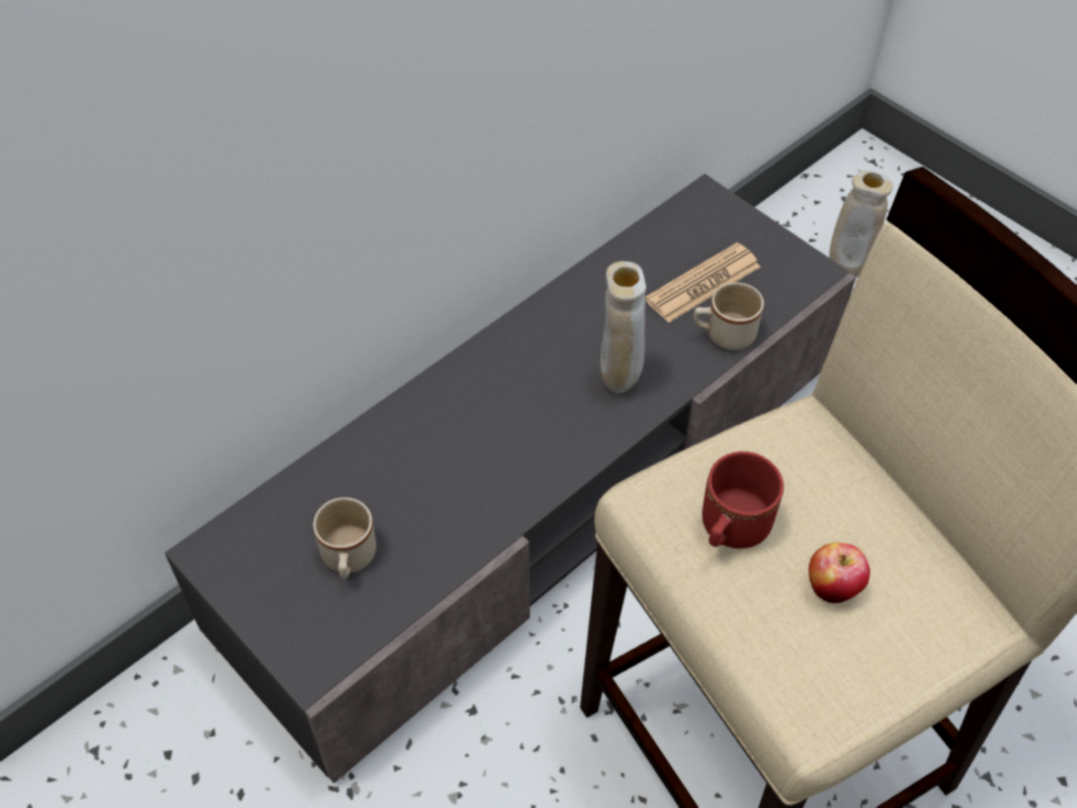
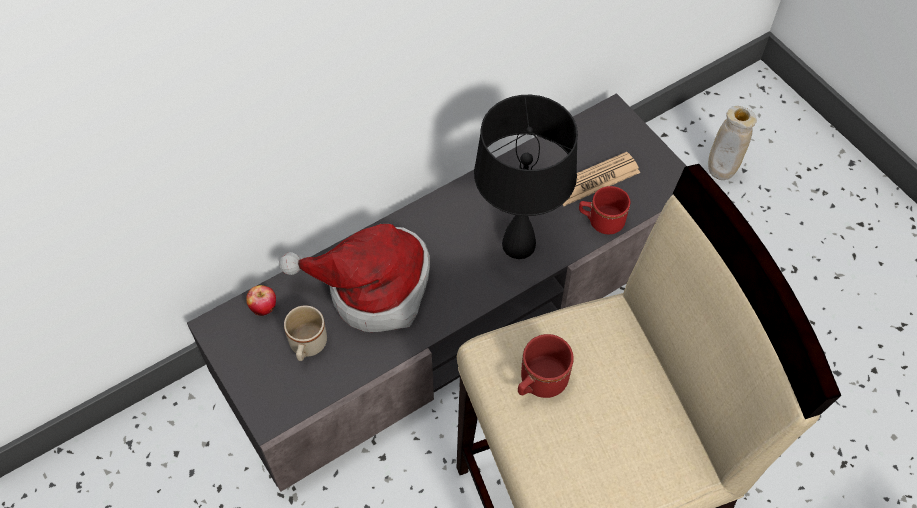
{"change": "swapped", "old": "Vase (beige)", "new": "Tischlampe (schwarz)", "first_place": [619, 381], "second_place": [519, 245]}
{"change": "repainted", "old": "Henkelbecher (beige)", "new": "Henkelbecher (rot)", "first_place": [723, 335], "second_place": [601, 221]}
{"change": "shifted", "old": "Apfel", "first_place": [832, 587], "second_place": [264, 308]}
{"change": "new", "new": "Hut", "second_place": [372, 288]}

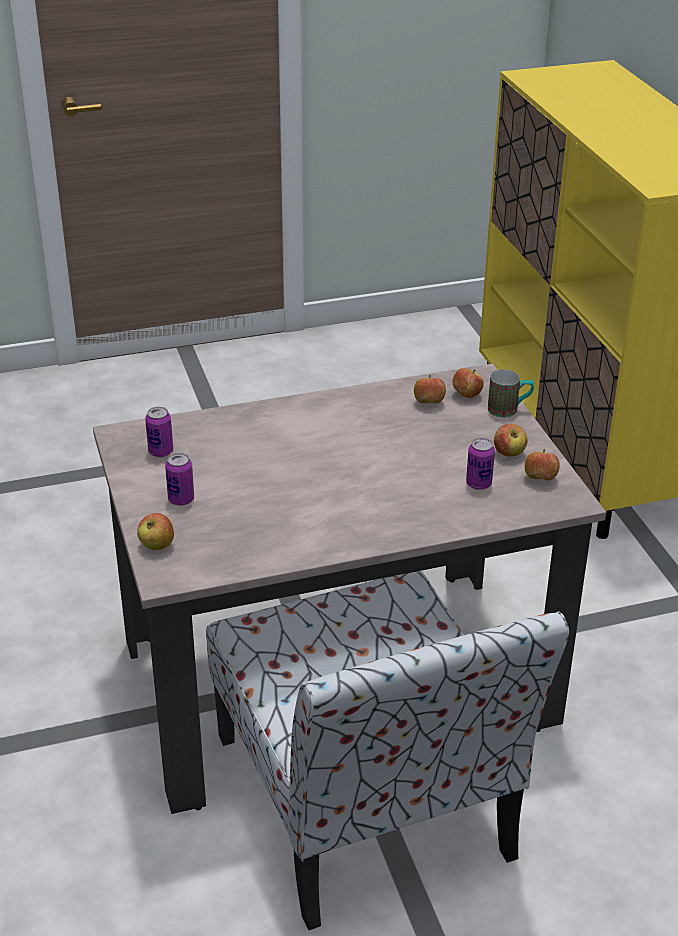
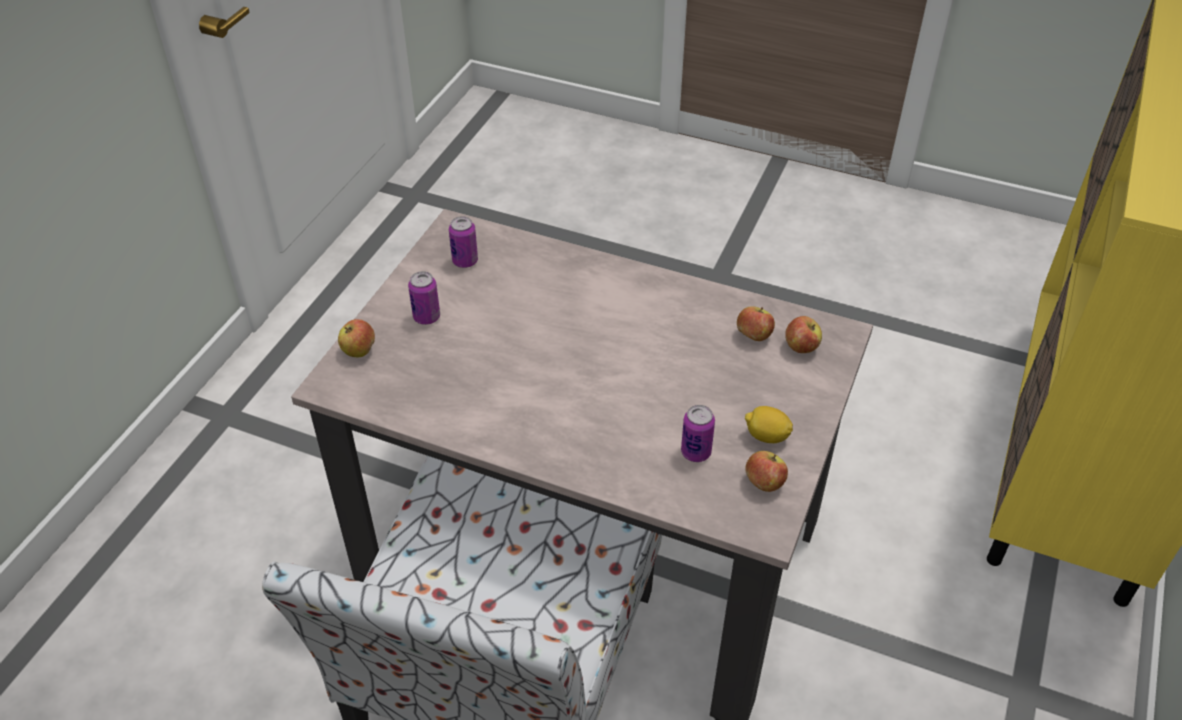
{"change": "gone", "old": "Henkelbecher", "first_place": [509, 410]}
{"change": "swapped", "old": "Apfel", "new": "Zitrone", "first_place": [509, 453], "second_place": [766, 436]}

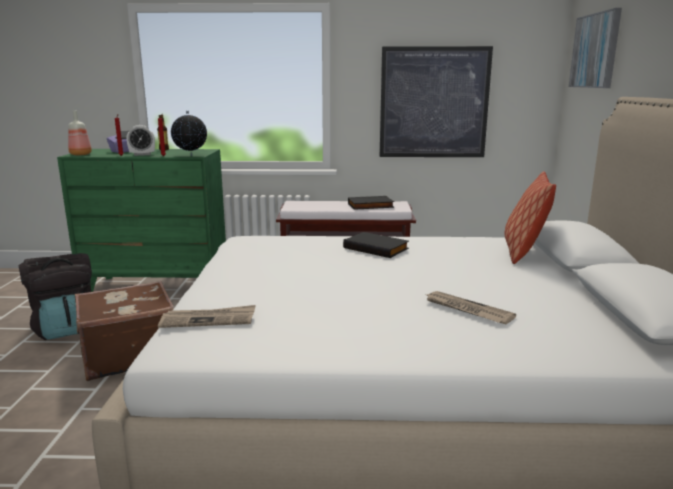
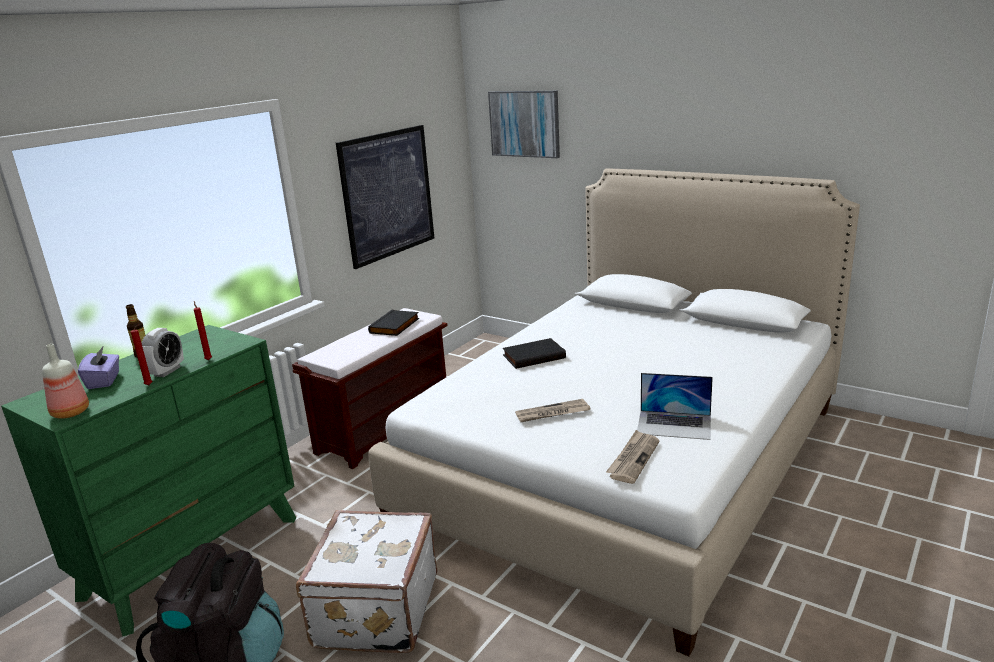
{"change": "gone", "old": "Globus", "first_place": [190, 155]}
{"change": "gone", "old": "Kissen", "first_place": [523, 253]}
{"change": "repainted", "old": "Koffer (braun)", "new": "Koffer (weiß)", "first_place": [128, 355], "second_place": [374, 611]}
{"change": "shifted", "old": "Zeitung", "first_place": [467, 310], "second_place": [552, 413]}
{"change": "new", "new": "Laptop", "second_place": [674, 424]}

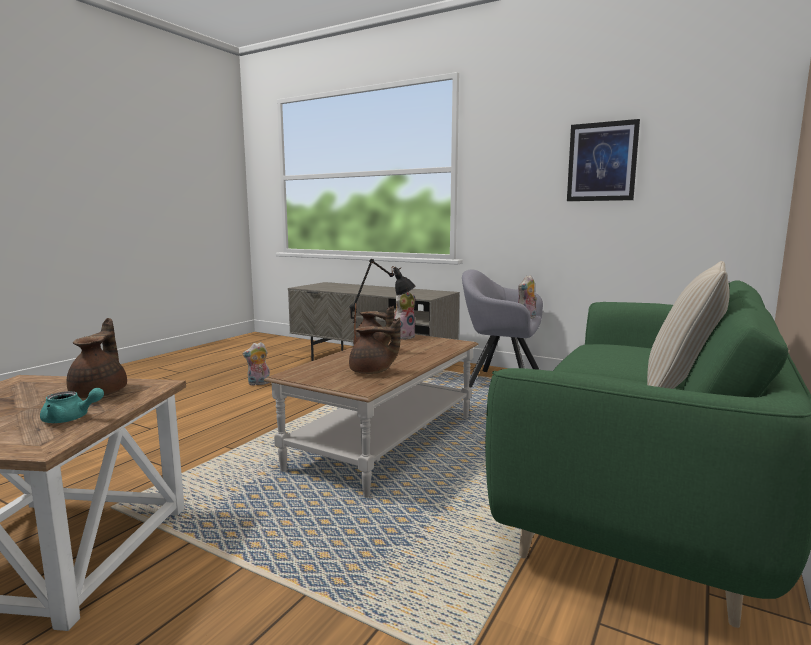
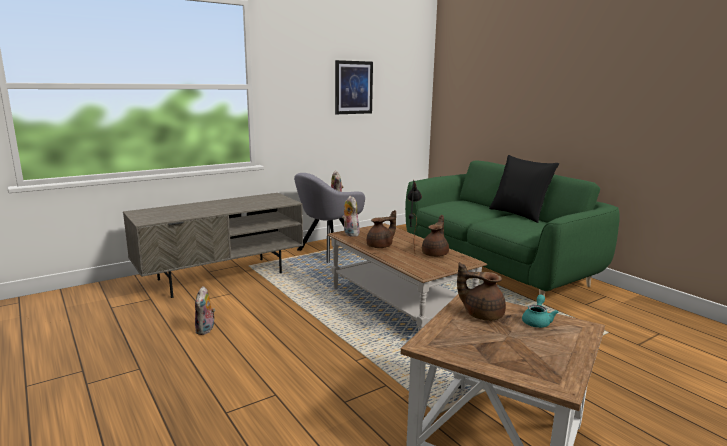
{"change": "repainted", "old": "Kissen (beige)", "new": "Kissen (schwarz)", "first_place": [681, 389], "second_place": [519, 214]}

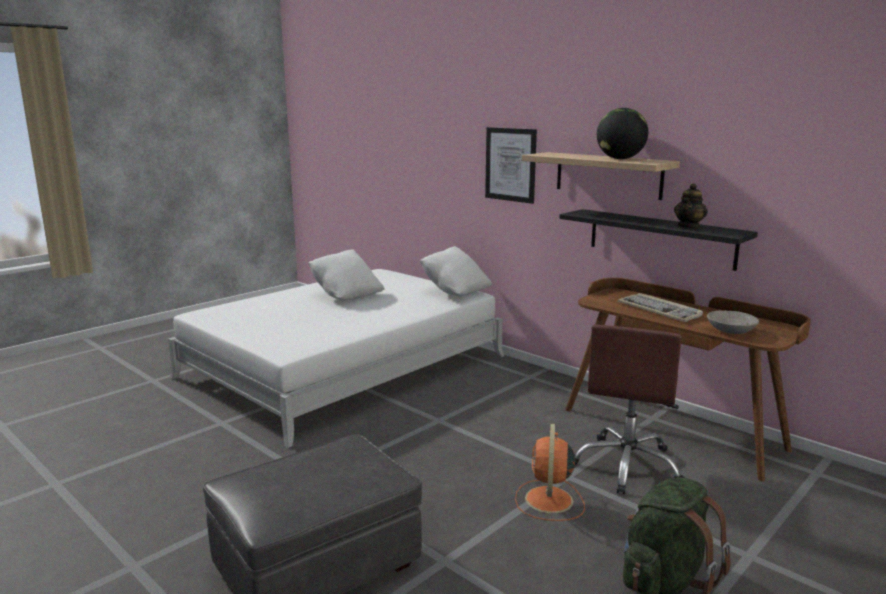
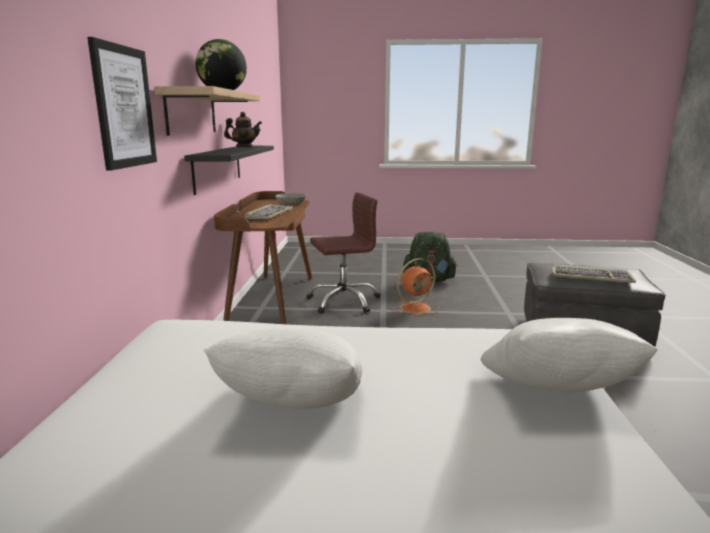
{"change": "shifted", "old": "Kissen (weiß)", "first_place": [455, 292], "second_place": [555, 396]}
{"change": "new", "new": "Tastatur", "second_place": [591, 277]}

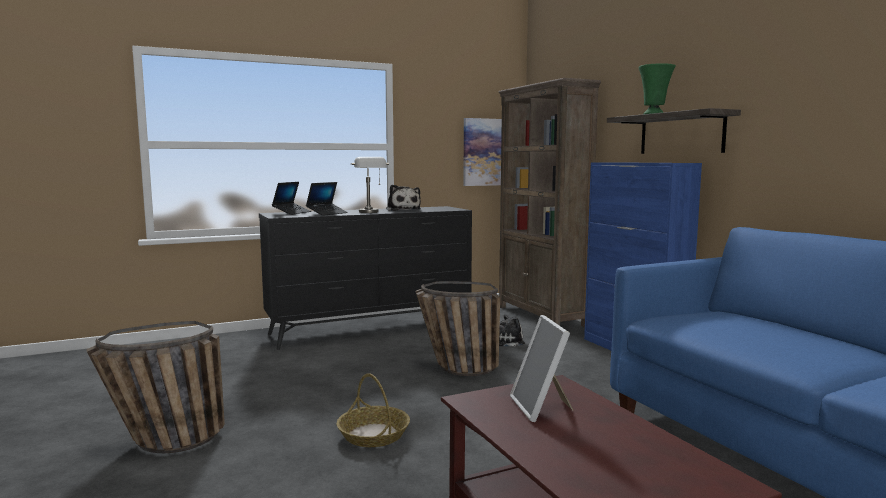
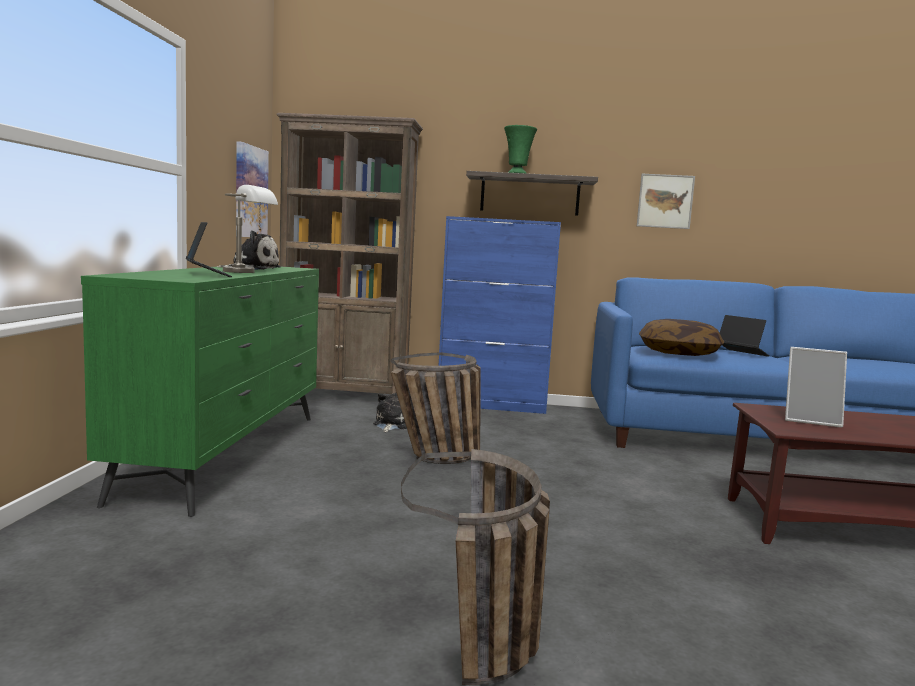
{"change": "shifted", "old": "Laptop", "first_place": [292, 212], "second_place": [742, 354]}
{"change": "repainted", "old": "Kommode (schwarz)", "new": "Kommode (grün)", "first_place": [371, 330], "second_place": [228, 454]}
{"change": "gone", "old": "Korb", "first_place": [373, 434]}
{"change": "new", "new": "Bild", "second_place": [665, 201]}
{"change": "new", "new": "Kissen", "second_place": [678, 352]}

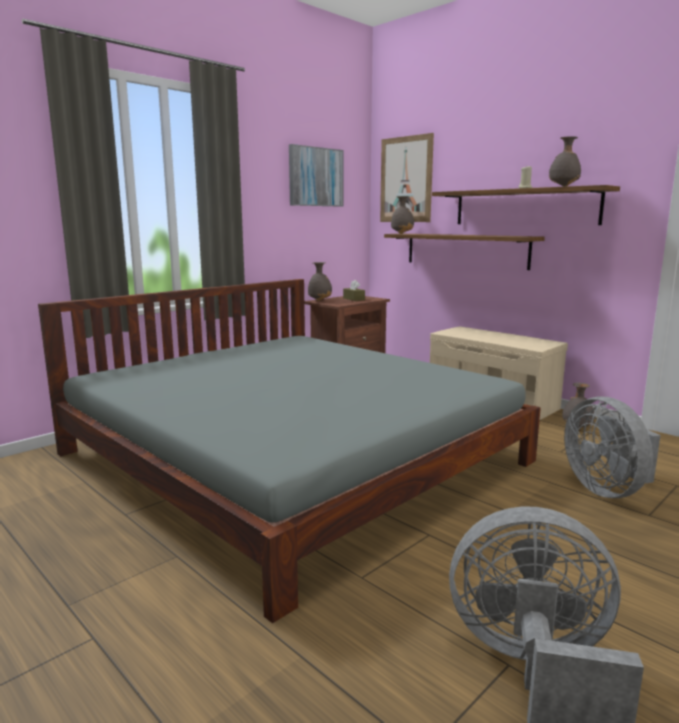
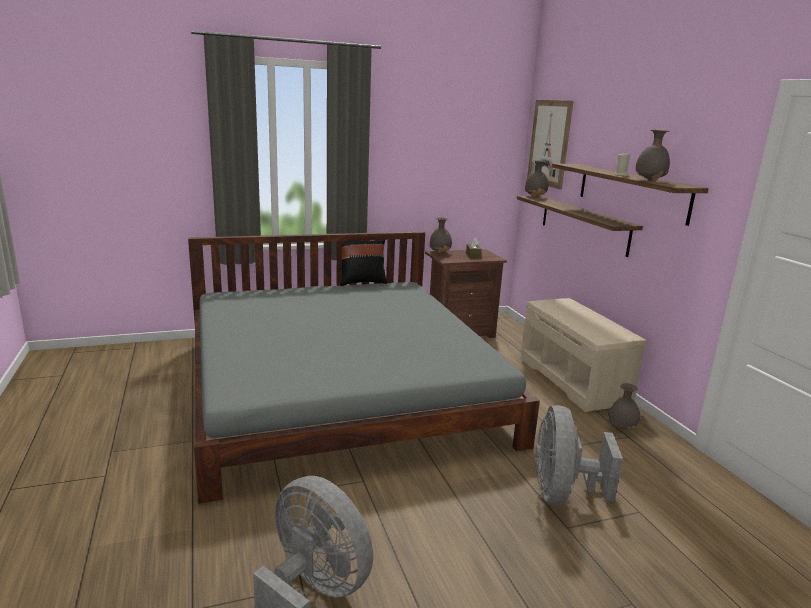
{"change": "gone", "old": "Bild", "first_place": [315, 177]}
{"change": "new", "new": "Kissen (schwarz)", "second_place": [361, 282]}

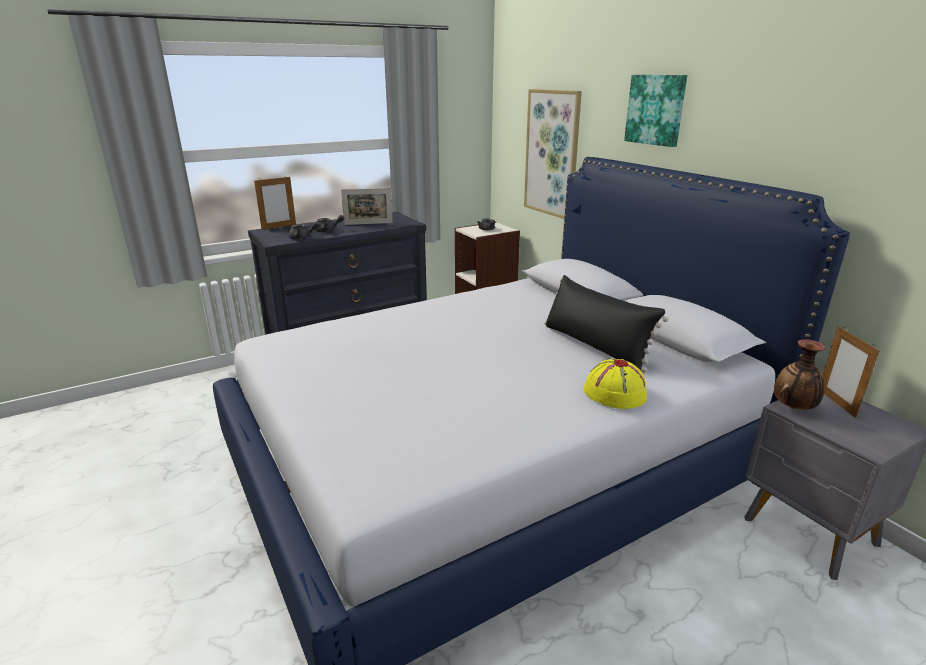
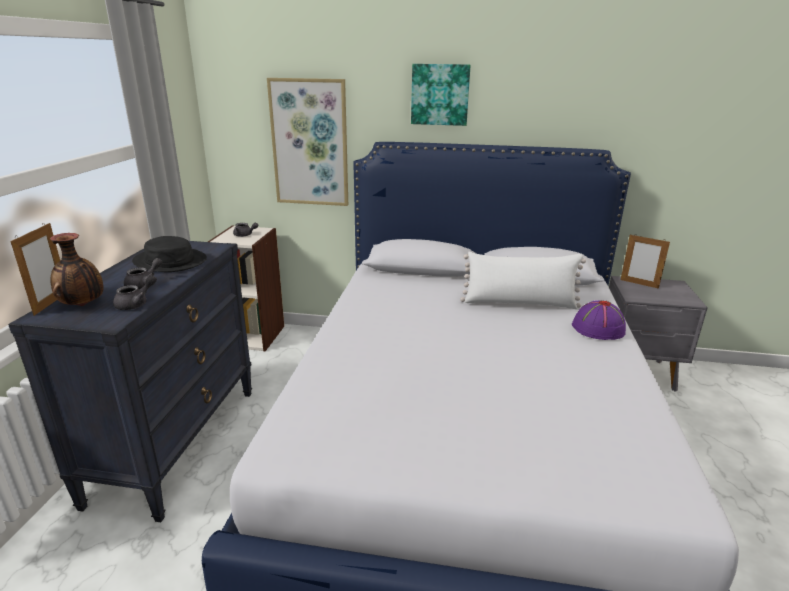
{"change": "swapped", "old": "Bilderrahmen", "new": "Hut (schwarz)", "first_place": [368, 223], "second_place": [170, 261]}
{"change": "repainted", "old": "Kissen (schwarz)", "new": "Kissen (weiß)", "first_place": [595, 346], "second_place": [520, 303]}
{"change": "shifted", "old": "Vase", "first_place": [793, 408], "second_place": [83, 305]}
{"change": "repainted", "old": "Hut (gelb)", "new": "Hut (lila)", "first_place": [614, 393], "second_place": [597, 329]}

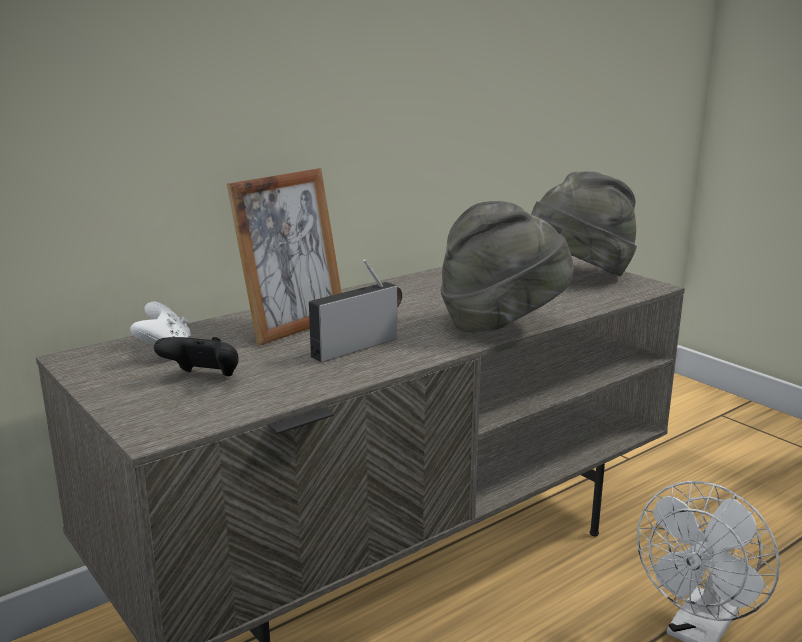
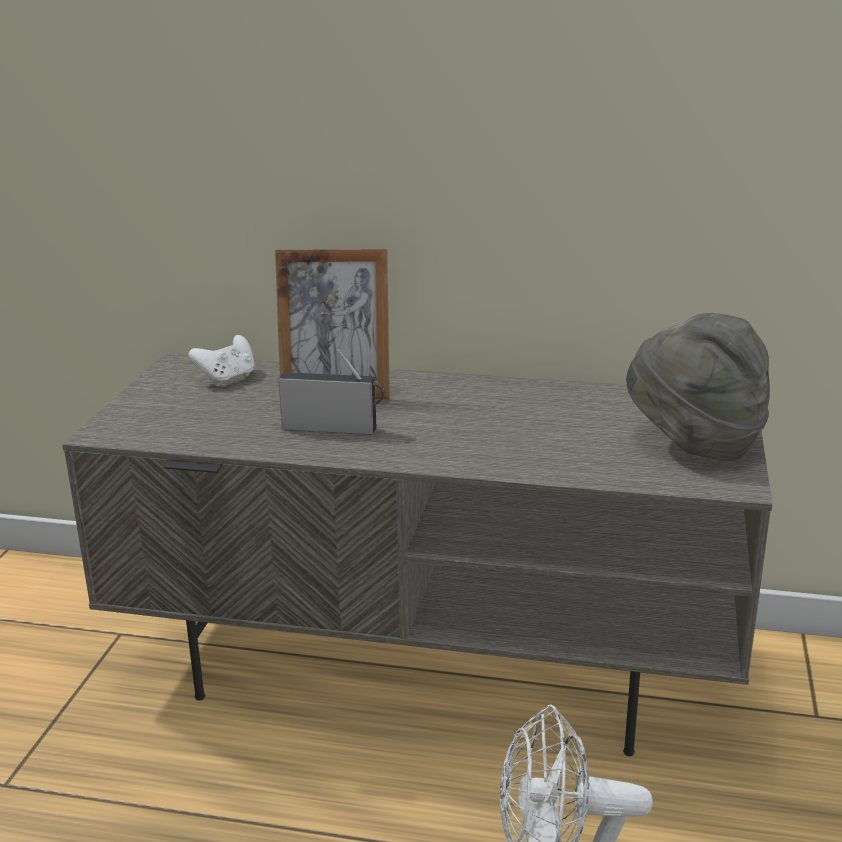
{"change": "gone", "old": "Hut (grau)", "first_place": [502, 325]}
{"change": "gone", "old": "Gamepad (schwarz)", "first_place": [203, 378]}

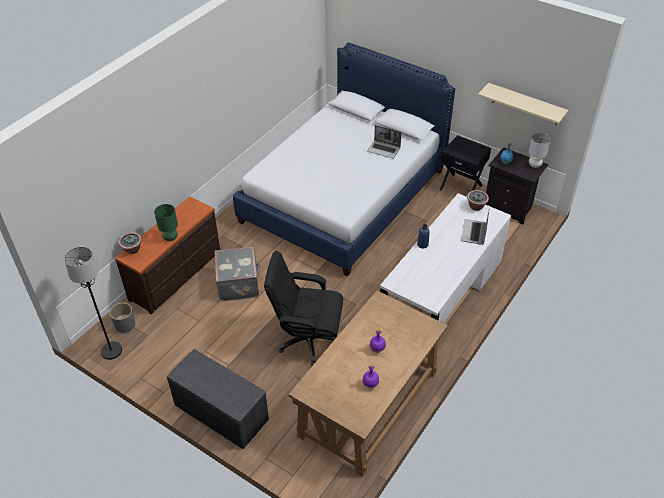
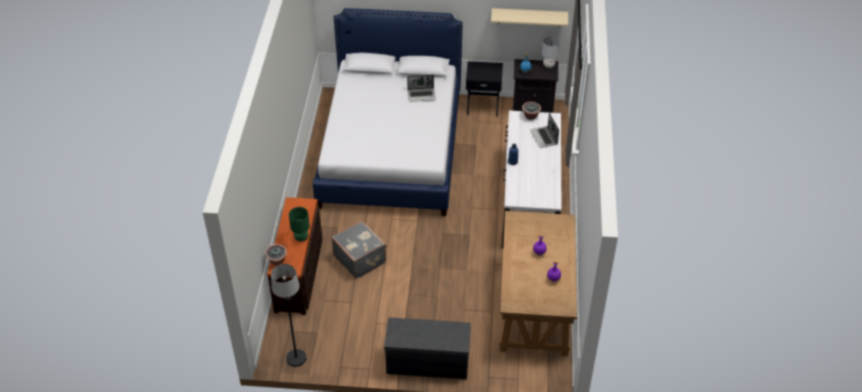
{"change": "gone", "old": "Bürostuhl (schwarz)", "first_place": [307, 340]}
{"change": "gone", "old": "Pflanzkübel (grau)", "first_place": [125, 325]}

